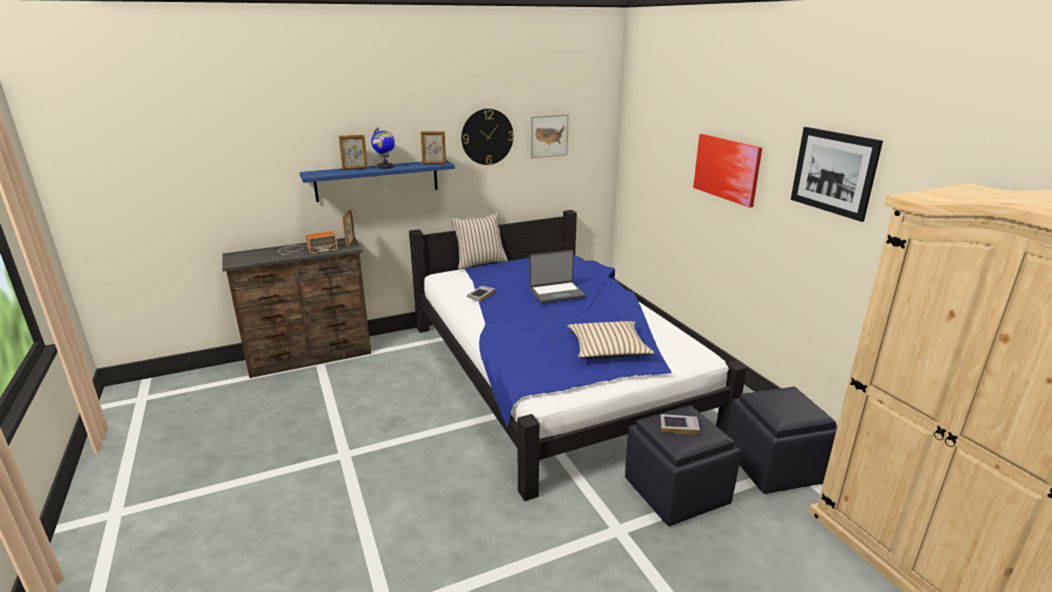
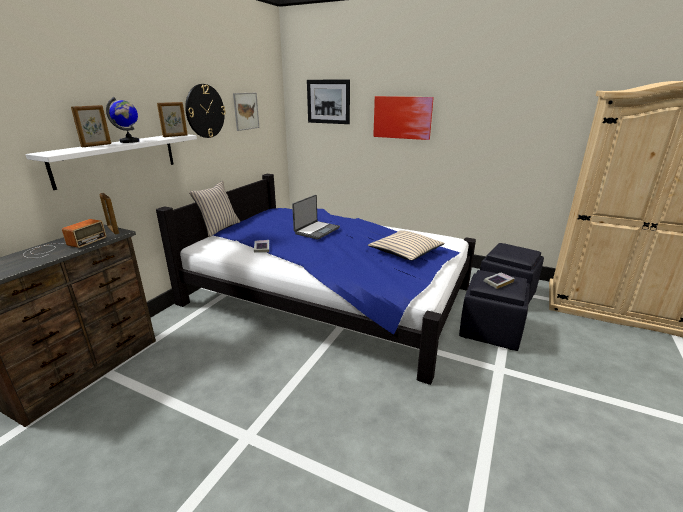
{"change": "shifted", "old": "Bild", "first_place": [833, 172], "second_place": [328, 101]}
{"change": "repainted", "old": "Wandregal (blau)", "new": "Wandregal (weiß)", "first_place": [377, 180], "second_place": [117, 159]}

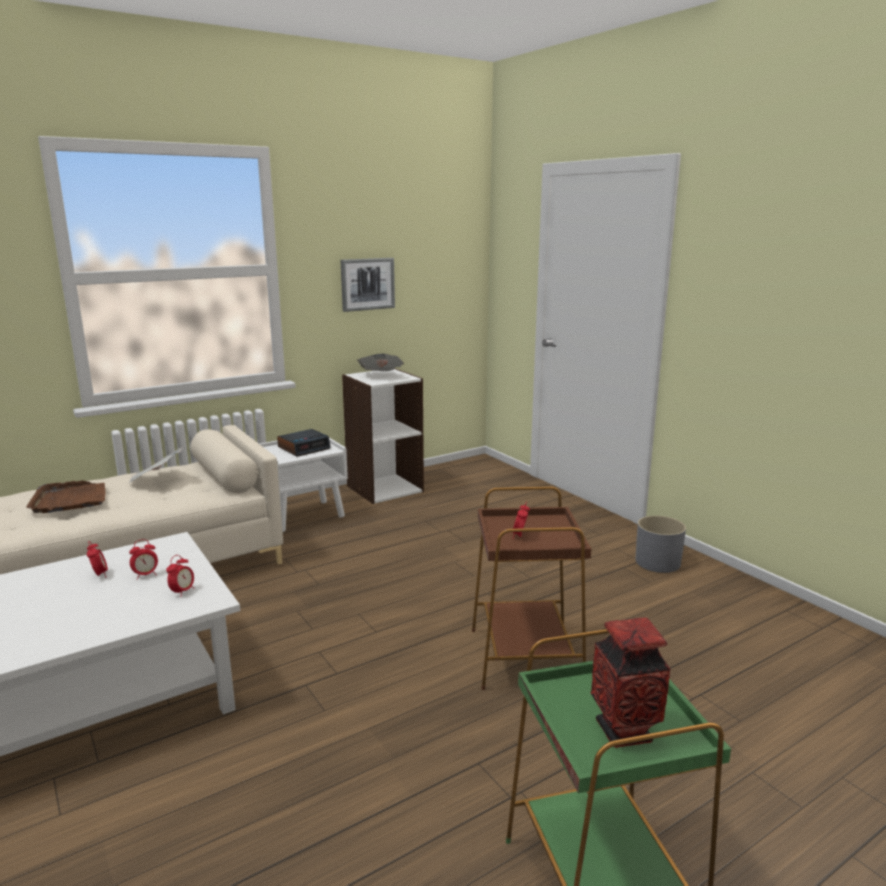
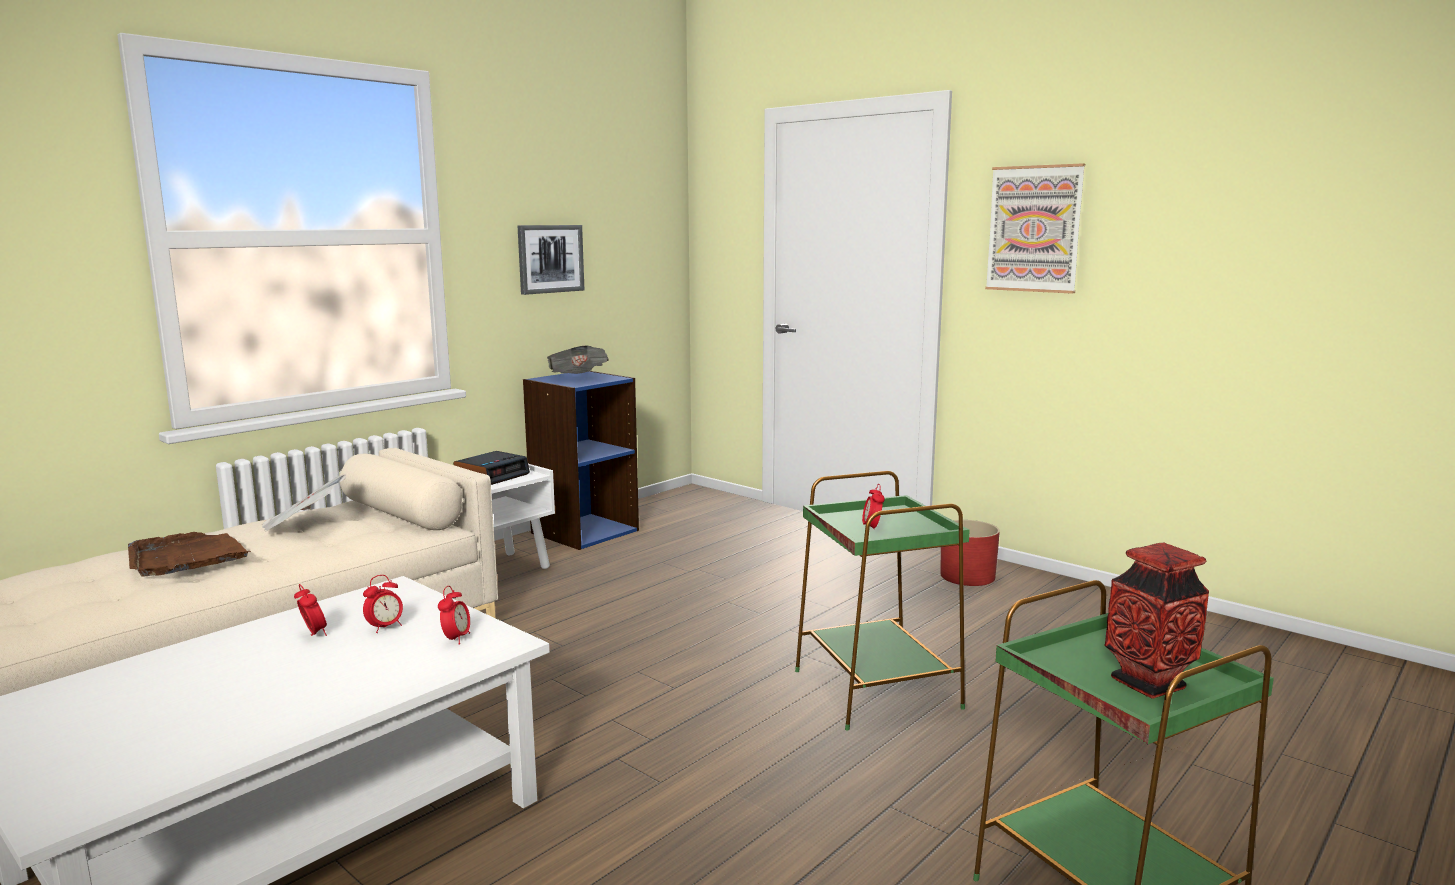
{"change": "repainted", "old": "Bücherregal (weiß)", "new": "Bücherregal (blau)", "first_place": [384, 488], "second_place": [584, 531]}
{"change": "repainted", "old": "Beistelltisch (braun)", "new": "Beistelltisch (grün)", "first_place": [525, 657], "second_place": [876, 690]}
{"change": "repainted", "old": "Pflanzkübel (grau)", "new": "Pflanzkübel (rot)", "first_place": [658, 562], "second_place": [968, 576]}
{"change": "new", "new": "Bild", "second_place": [1034, 229]}

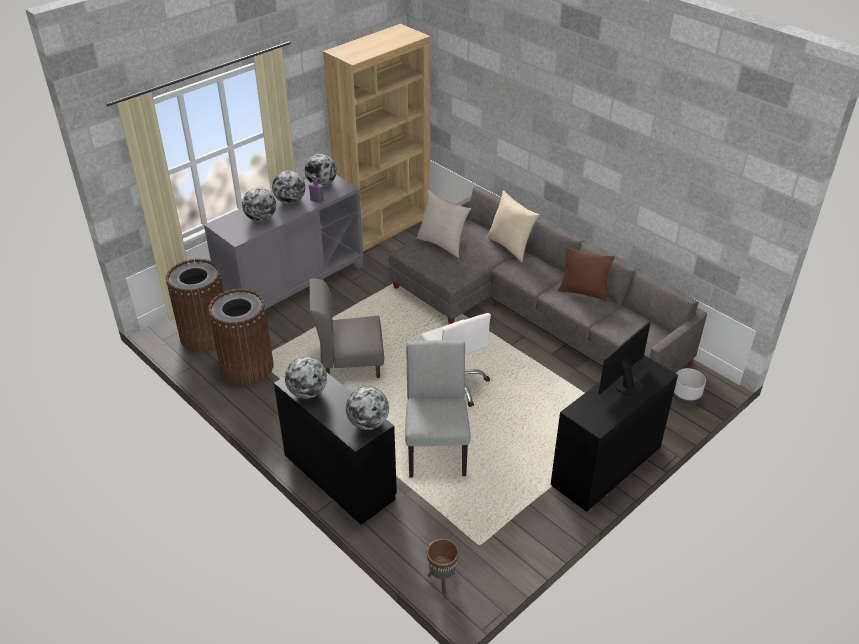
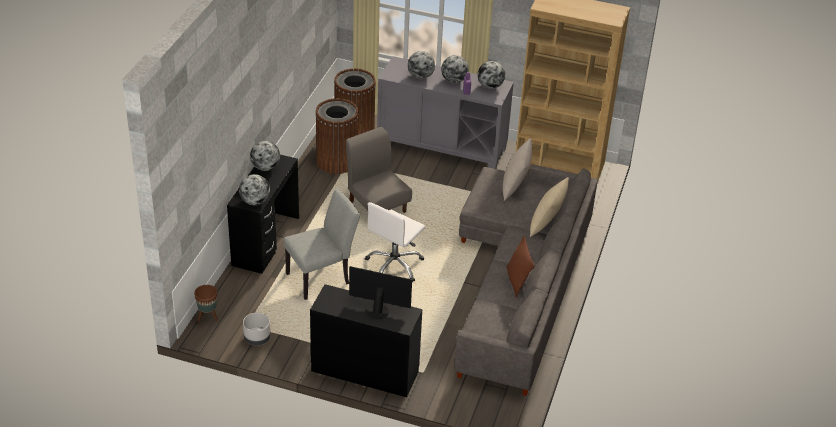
{"change": "shifted", "old": "Pflanzkübel (grau)", "first_place": [685, 398], "second_place": [257, 339]}

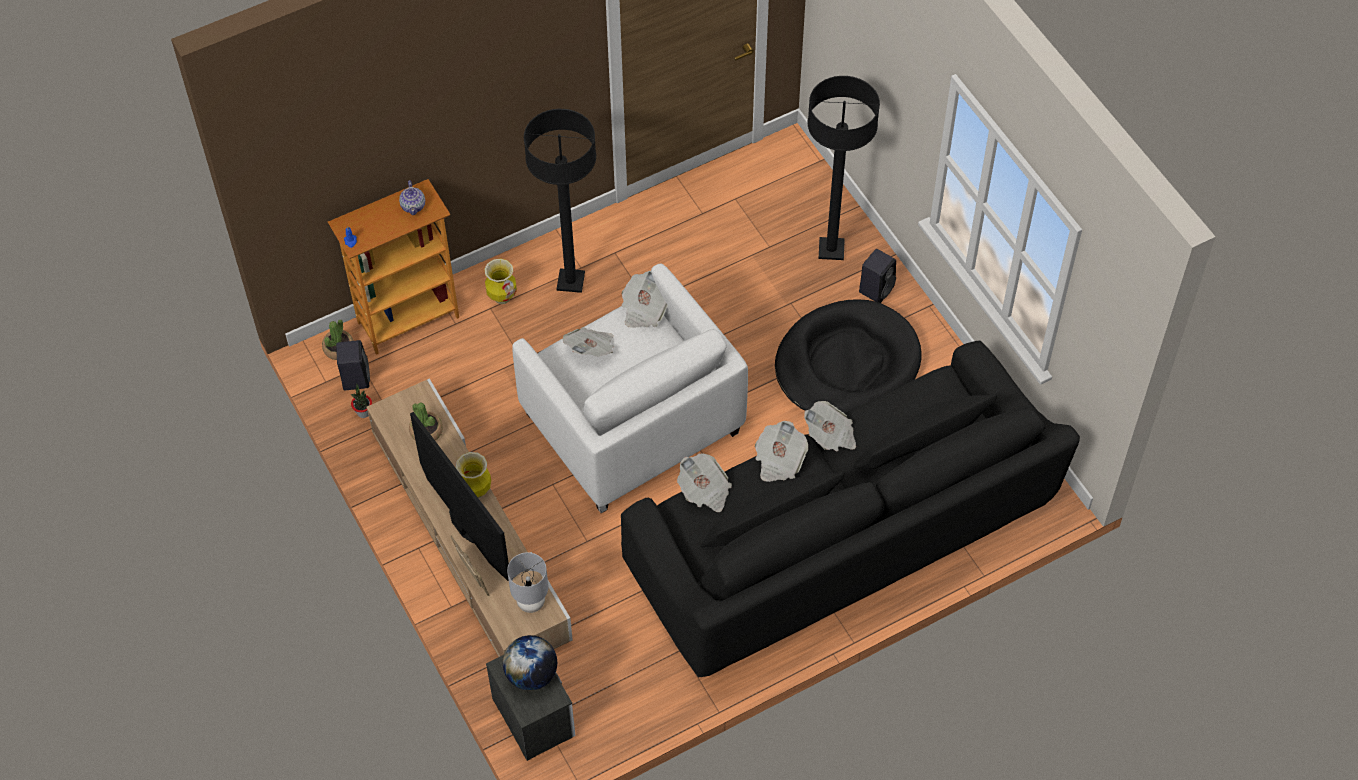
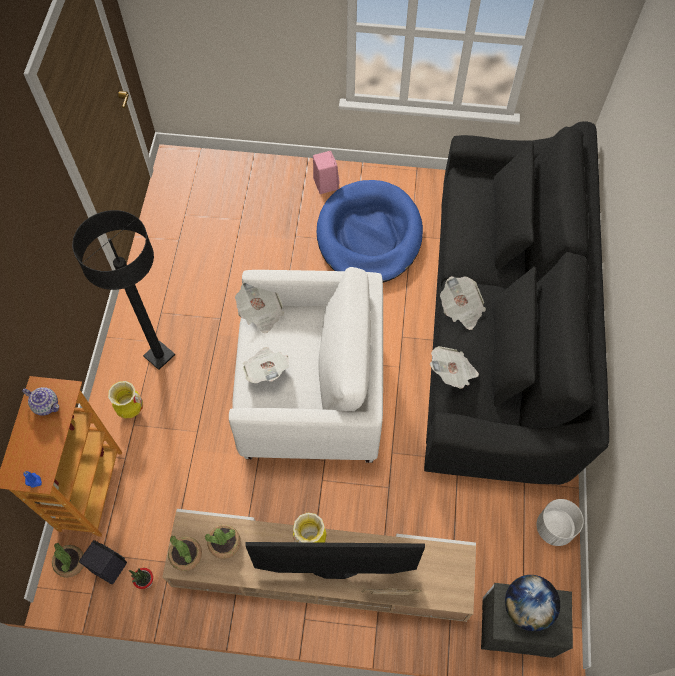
{"change": "gone", "old": "Stehlampe (schwarz)", "first_place": [831, 249]}
{"change": "repainted", "old": "Lautsprecher (schwarz)", "new": "Lautsprecher (rosa)", "first_place": [876, 288], "second_place": [325, 183]}
{"change": "repainted", "old": "Hundebett (schwarz)", "new": "Hundebett (blau)", "first_place": [847, 364], "second_place": [369, 235]}
{"change": "gone", "old": "Zeitung", "first_place": [830, 435]}
{"change": "gone", "old": "Tischlampe (grau)", "first_place": [531, 602]}
{"change": "new", "new": "Pflanzkübel (weiß)", "second_place": [554, 528]}
{"change": "new", "new": "Topfpflanze", "second_place": [186, 555]}

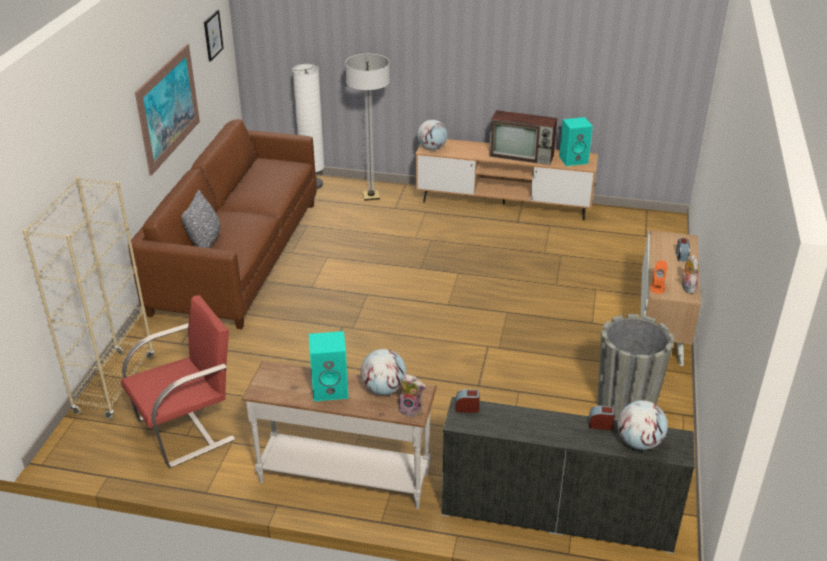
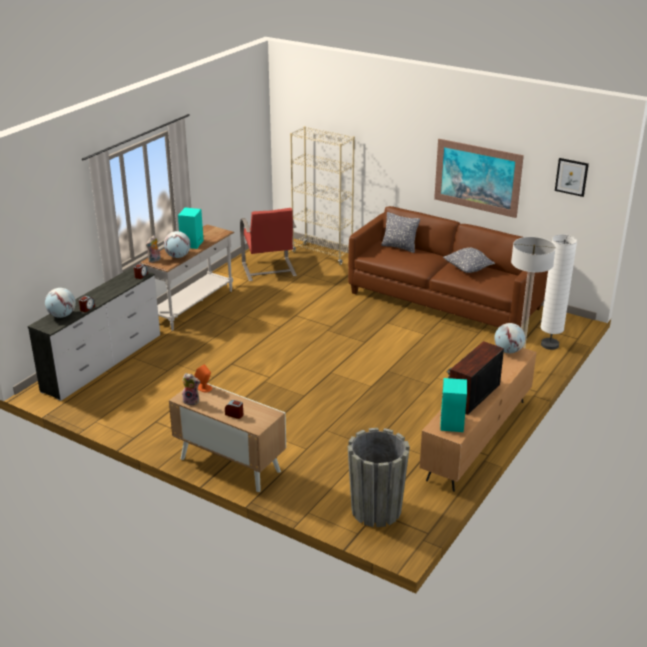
{"change": "shifted", "old": "Pflanzkübel (grau)", "first_place": [625, 406], "second_place": [376, 510]}
{"change": "new", "new": "Kissen (grau)", "second_place": [468, 269]}

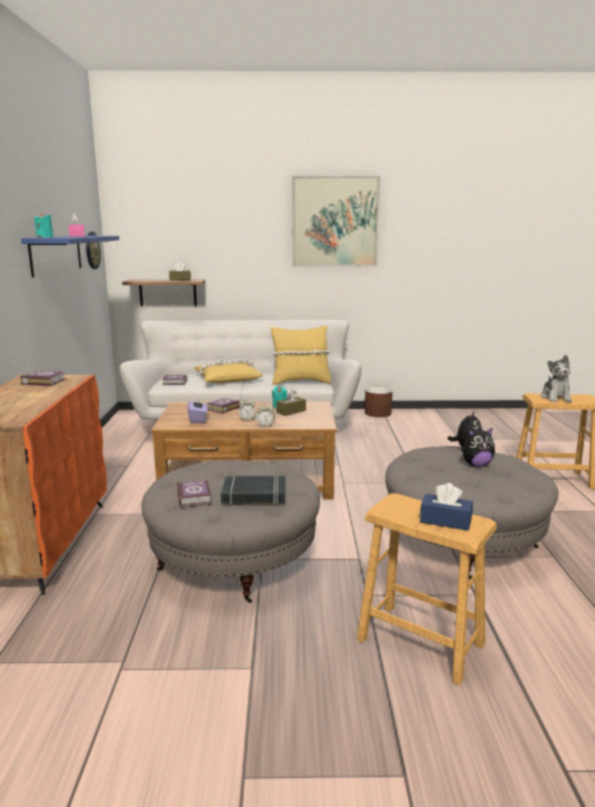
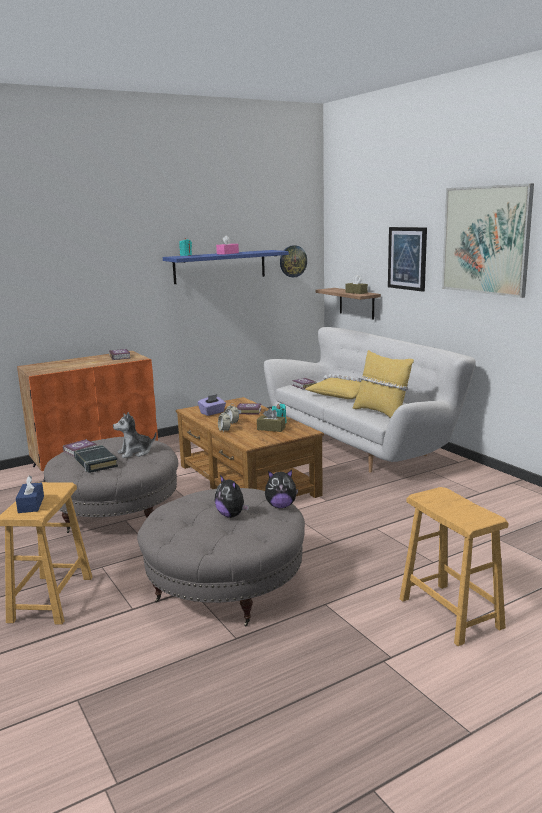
{"change": "shifted", "old": "Plüschtier", "first_place": [556, 398], "second_place": [135, 452]}
{"change": "gone", "old": "Pflanzkübel (braun)", "first_place": [378, 413]}
{"change": "new", "new": "Bild", "second_place": [407, 258]}

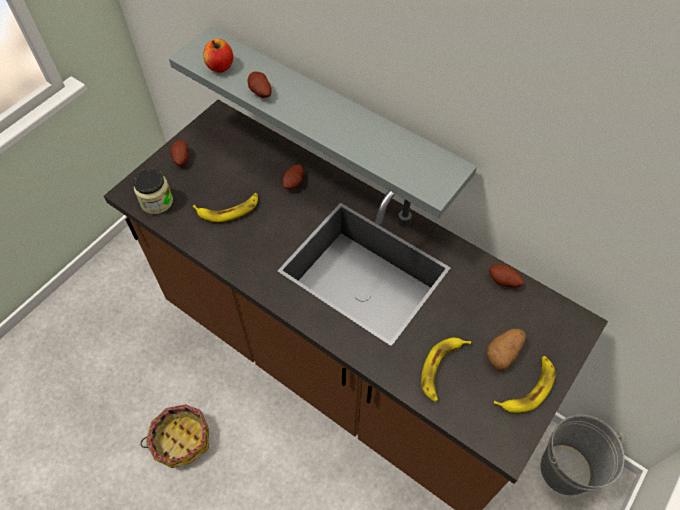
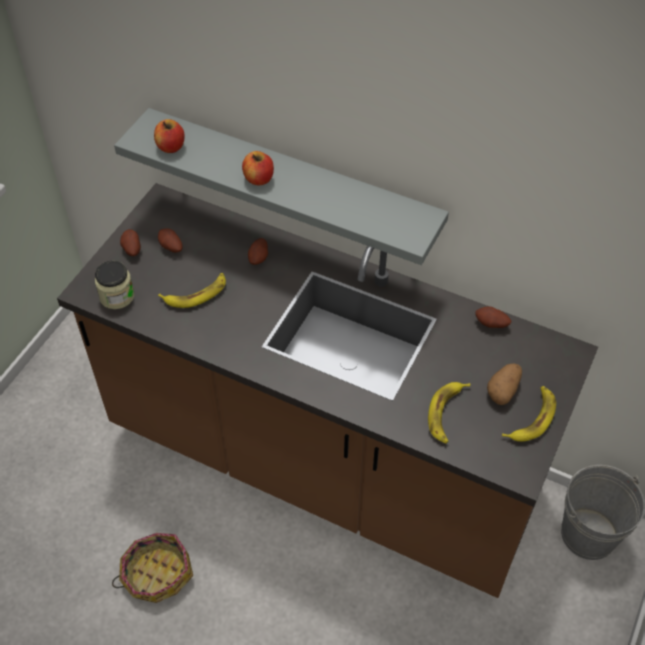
{"change": "shifted", "old": "Kartoffel", "first_place": [260, 92], "second_place": [170, 247]}
{"change": "new", "new": "Apfel", "second_place": [259, 179]}

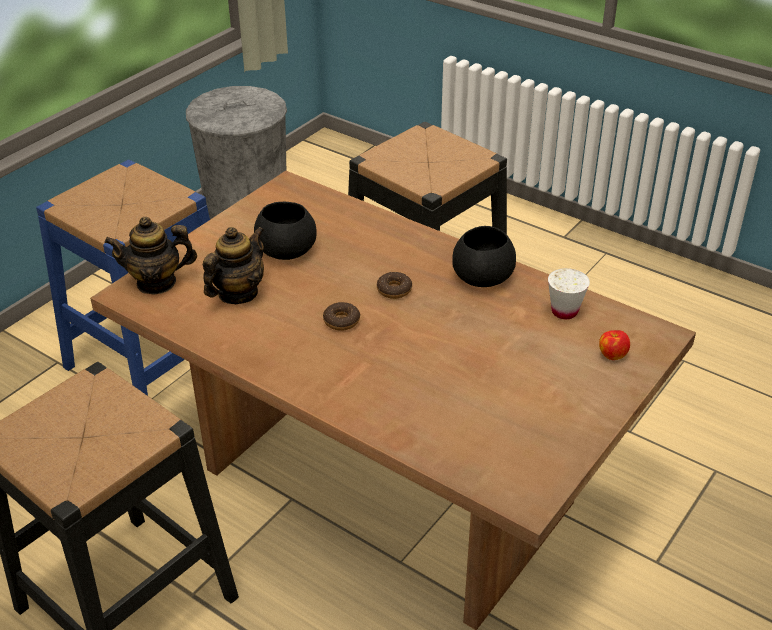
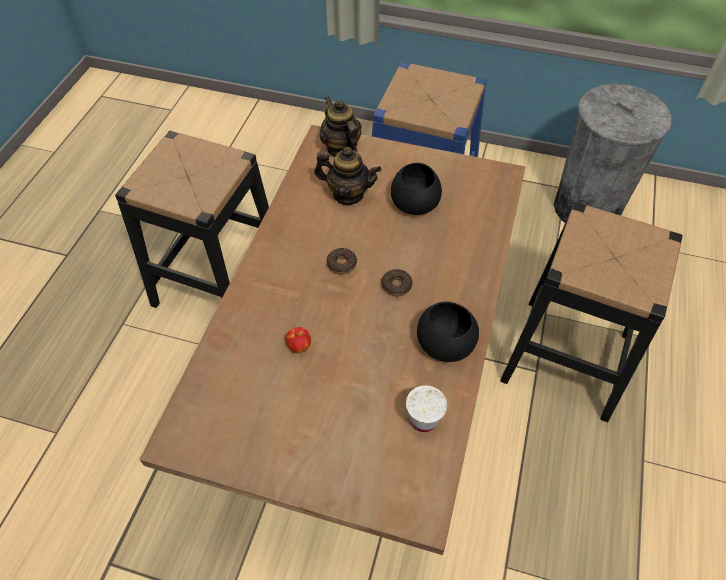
{"change": "shifted", "old": "Apfel", "first_place": [612, 355], "second_place": [299, 346]}

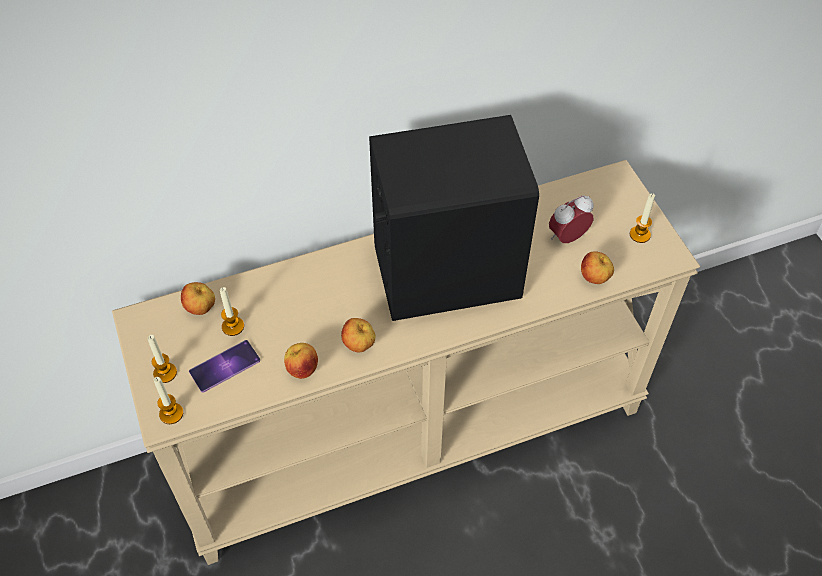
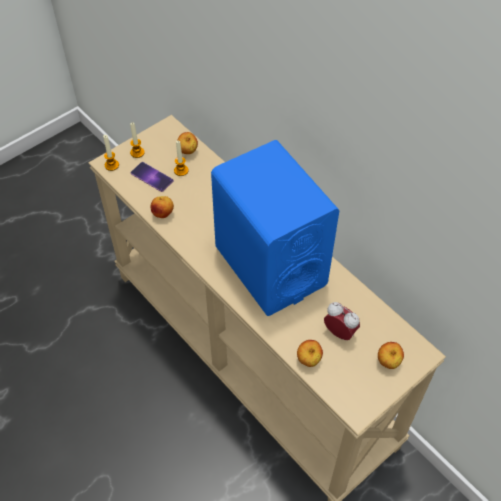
{"change": "repainted", "old": "Lautsprecher (schwarz)", "new": "Lautsprecher (blau)", "first_place": [445, 274], "second_place": [270, 266]}
{"change": "gone", "old": "Kerze", "first_place": [639, 235]}
{"change": "shifted", "old": "Apfel", "first_place": [359, 345], "second_place": [388, 362]}

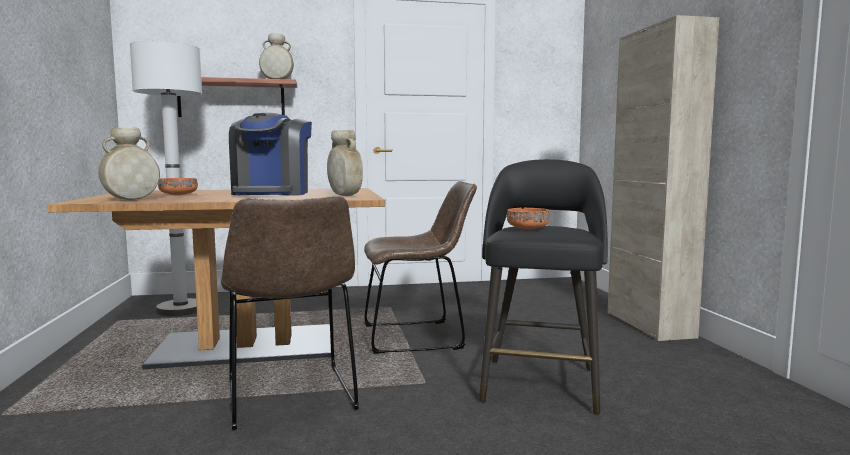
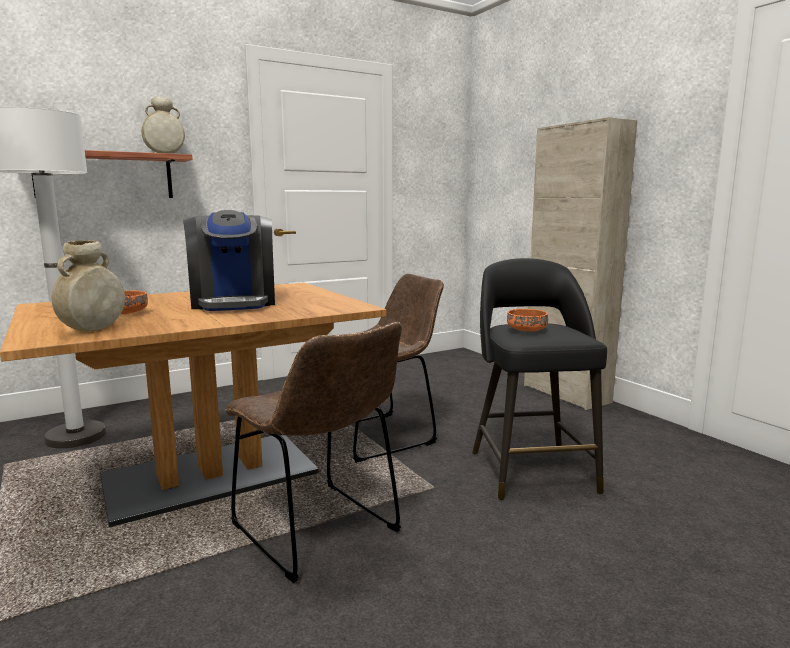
{"change": "gone", "old": "Vase (beige)", "first_place": [345, 196]}

